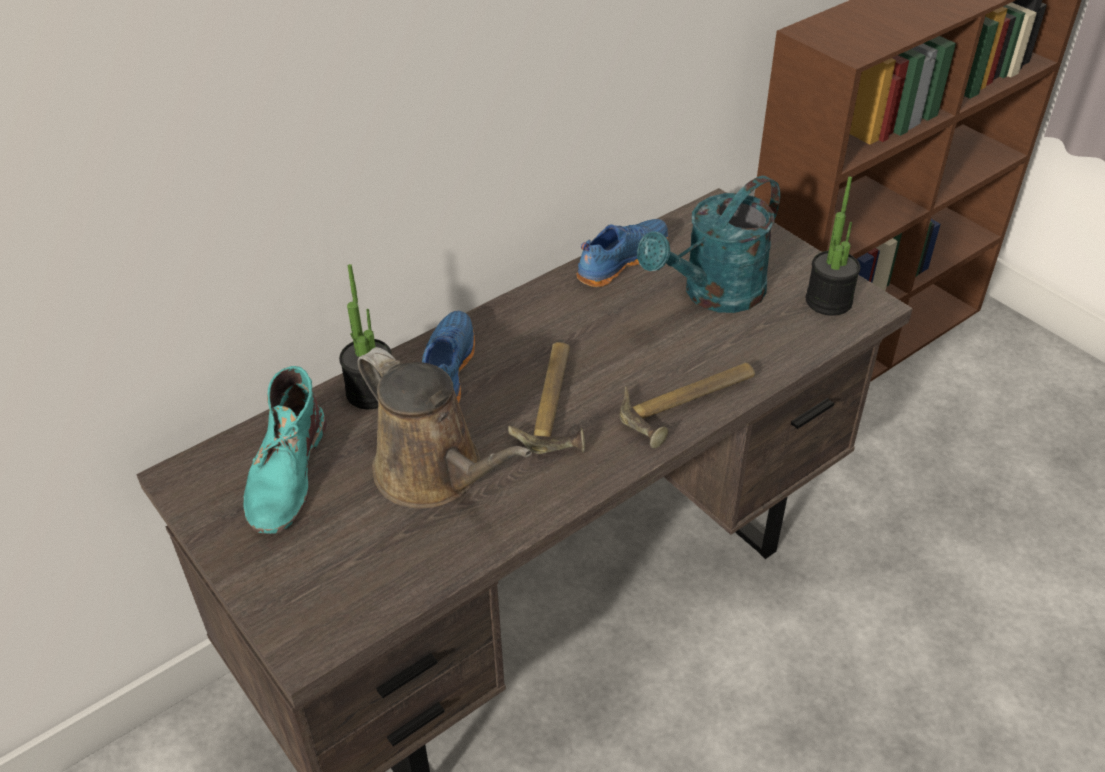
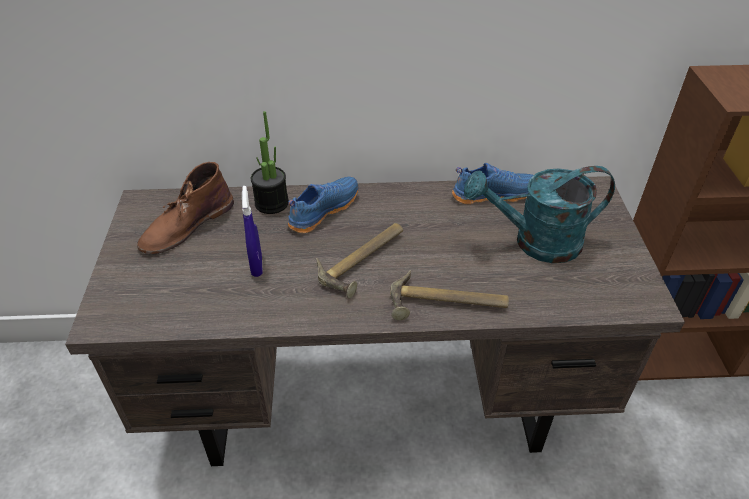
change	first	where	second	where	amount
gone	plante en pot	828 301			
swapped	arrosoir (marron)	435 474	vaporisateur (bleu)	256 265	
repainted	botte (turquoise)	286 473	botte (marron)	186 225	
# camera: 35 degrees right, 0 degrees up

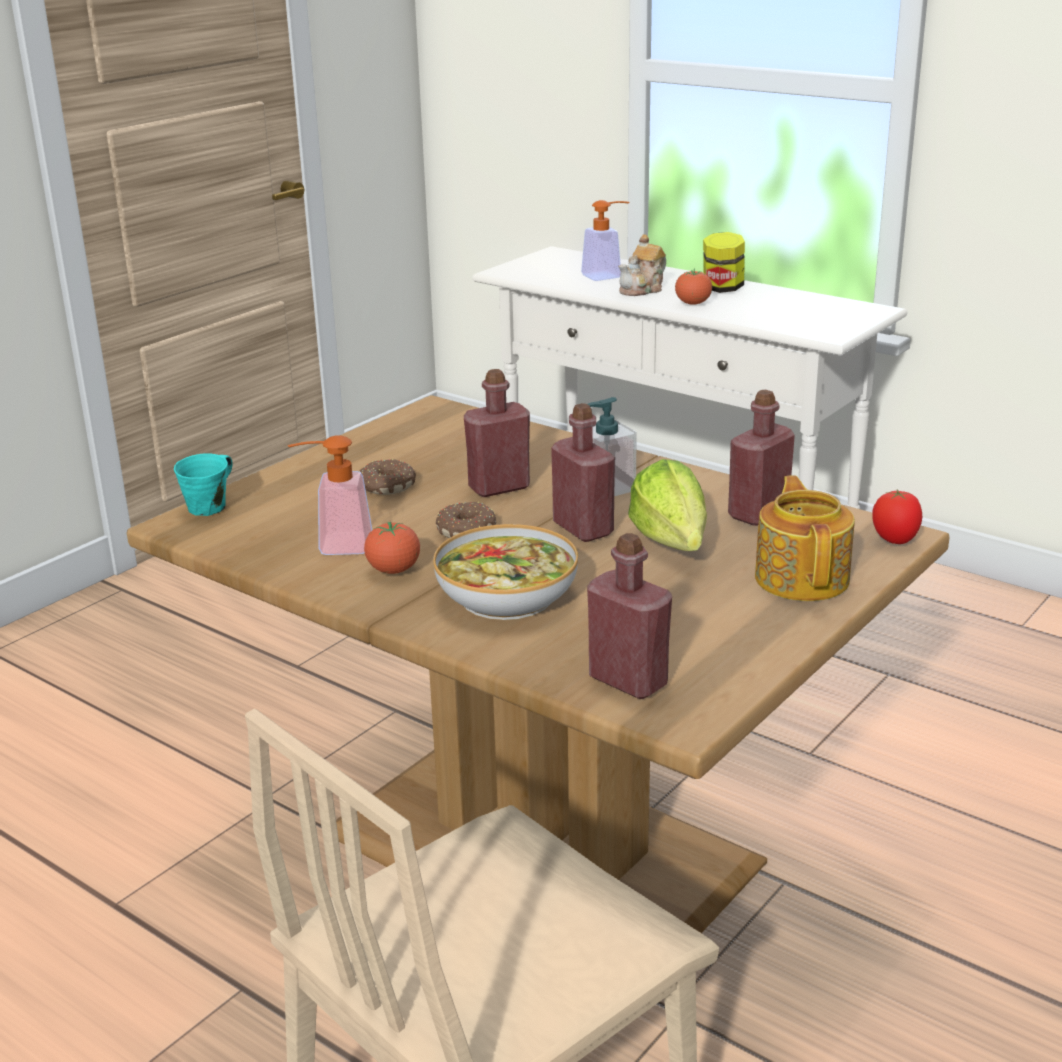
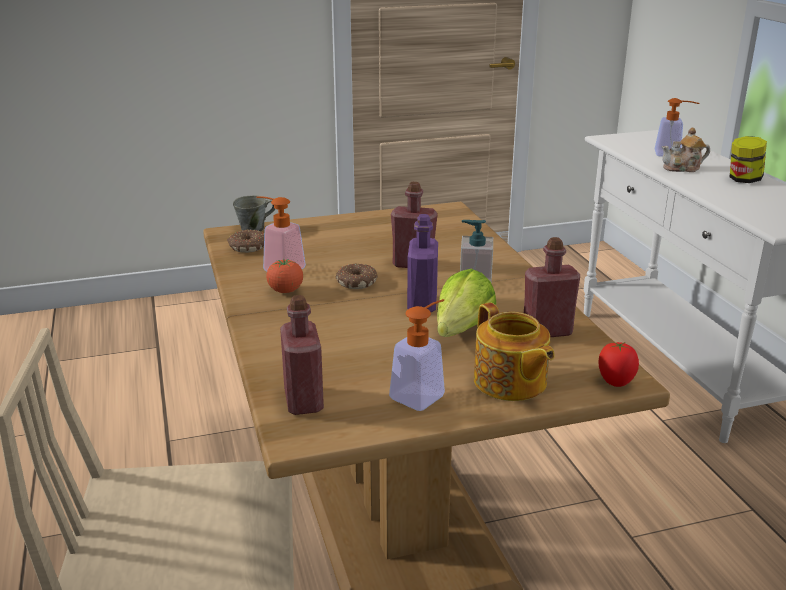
change	first	where	second	where	amount
gone	bol	507 595			
gone	tomate	693 304			
new			distributeur de savon	422 393	
shifted	beignet	386 486		247 247	
repainted	mug (turquoise)	209 507	mug (gris)	254 229	
repainted	bouteille (rouge)	583 529	bouteille (violet)	422 303	
rotated	théière	802 578		510 382	120 degrees clockwise
# camera: 35 degrees right, 0 degrees up

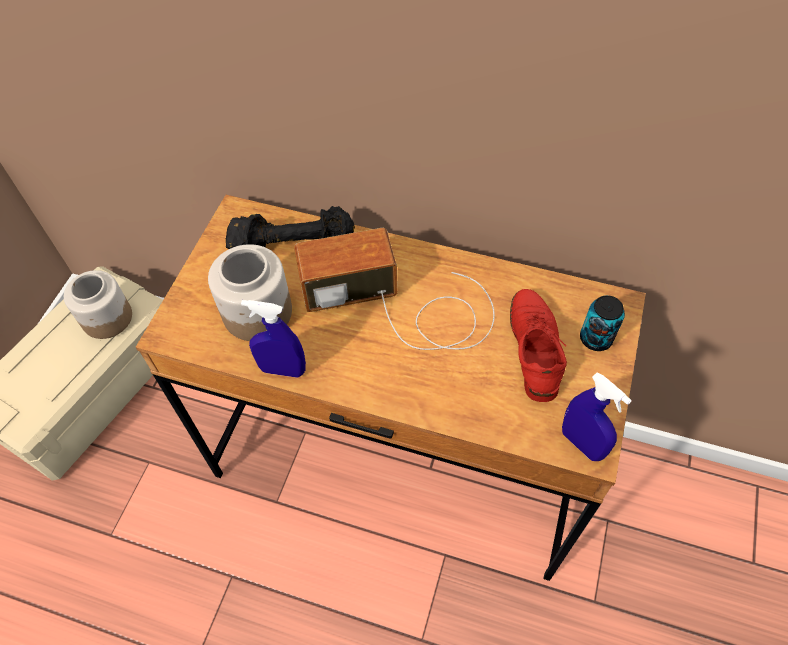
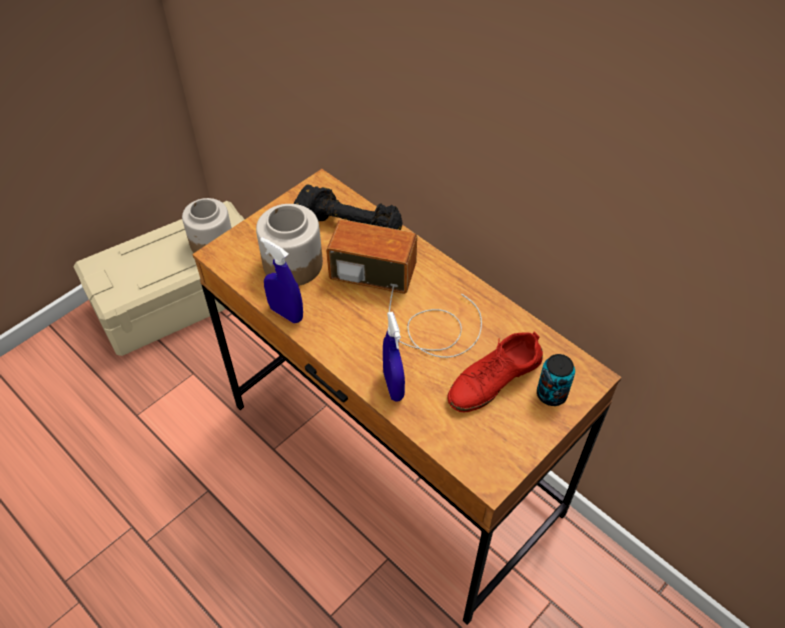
change	first	where	second	where	amount
shifted	vaporisateur (bleu)	581 443		393 386	
rotated	chaussure (rouge)	534 347		494 379	150 degrees counterclockwise
# camera: 25 degrees right, 5 degrees down

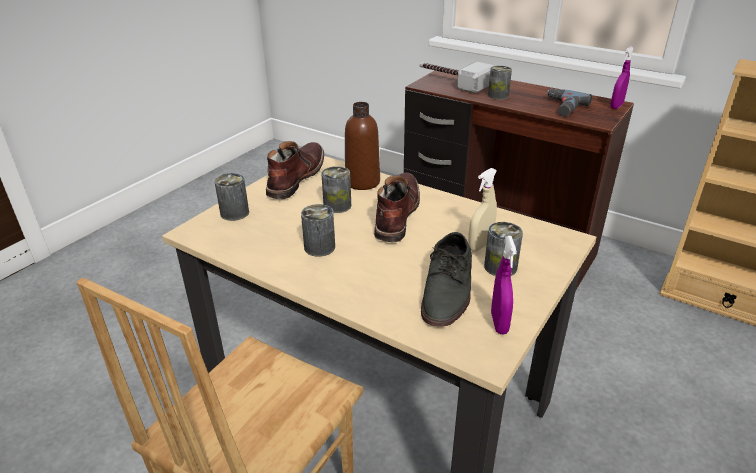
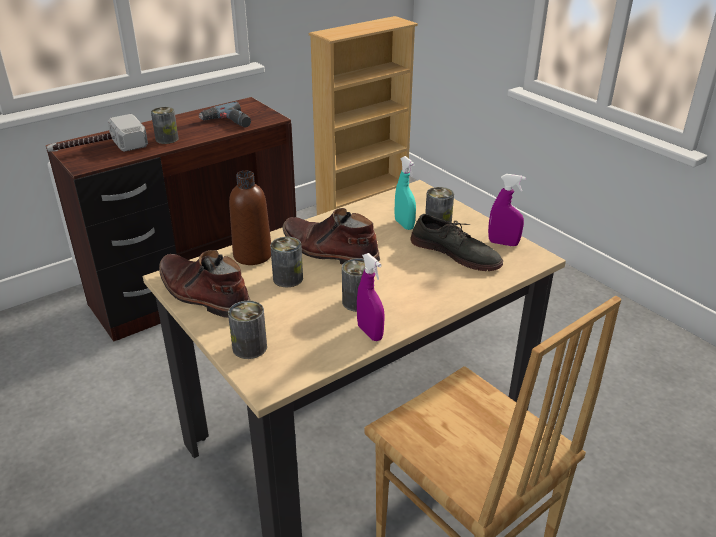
change	first	where	second	where	amount
shifted	vaporisateur (violet)	616 106		370 333	
repainted	vaporisateur (beige)	480 245	vaporisateur (turquoise)	404 224	
# camera: 70 degrees left, 0 degrees up

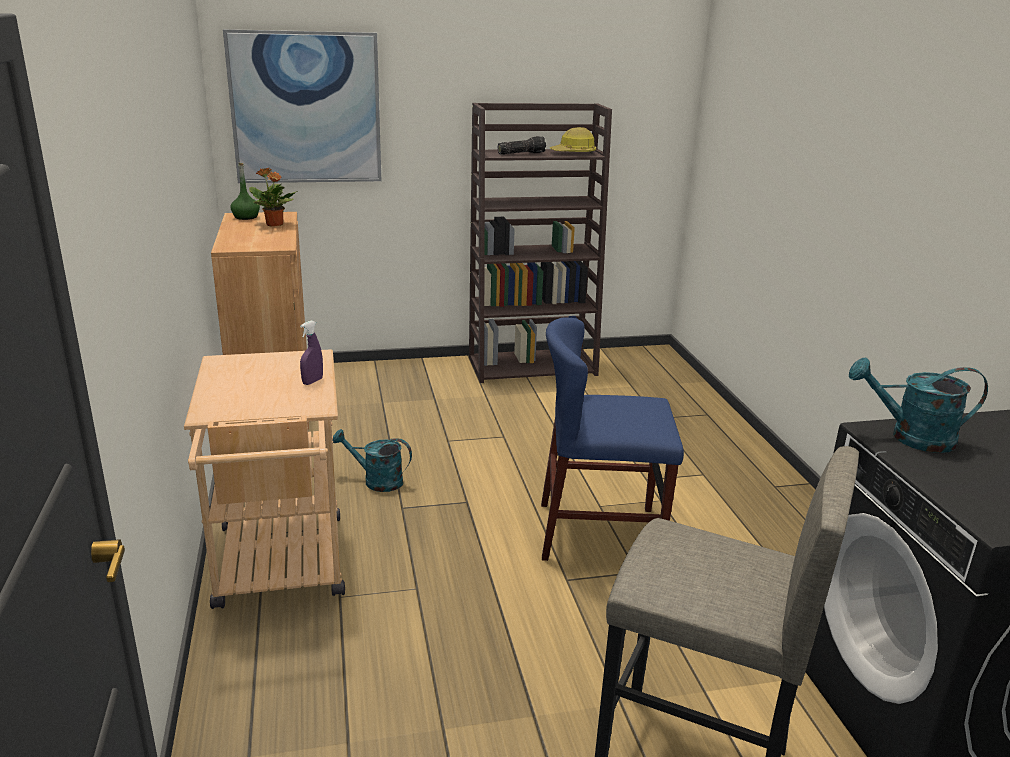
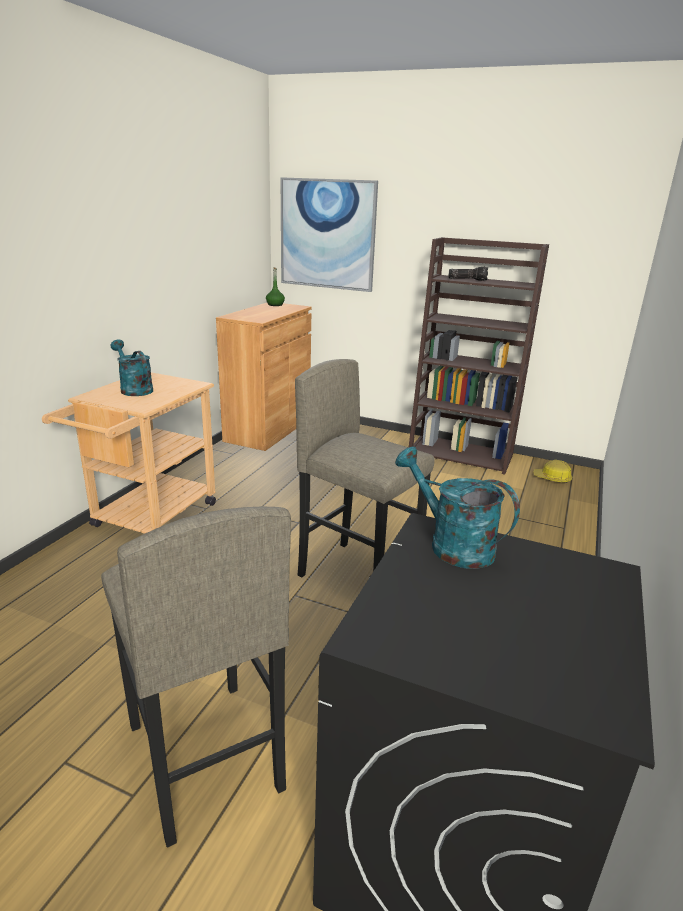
change	first	where	second	where	amount
gone	plante en pot	275 224			
gone	vaporisateur (violet)	312 381			
shifted	arrosoir (turquoise)	376 481		134 389	
shifted	casque de chantier	574 153		552 478	
swapped	chaise (bleu)	599 533	tabouret (gris)	358 575	
# camera: 35 degrees right, 0 degrees up

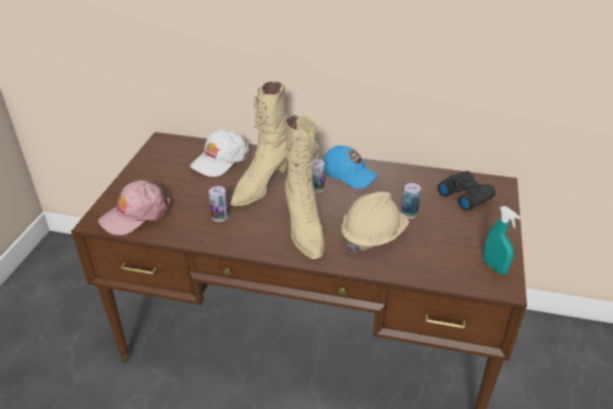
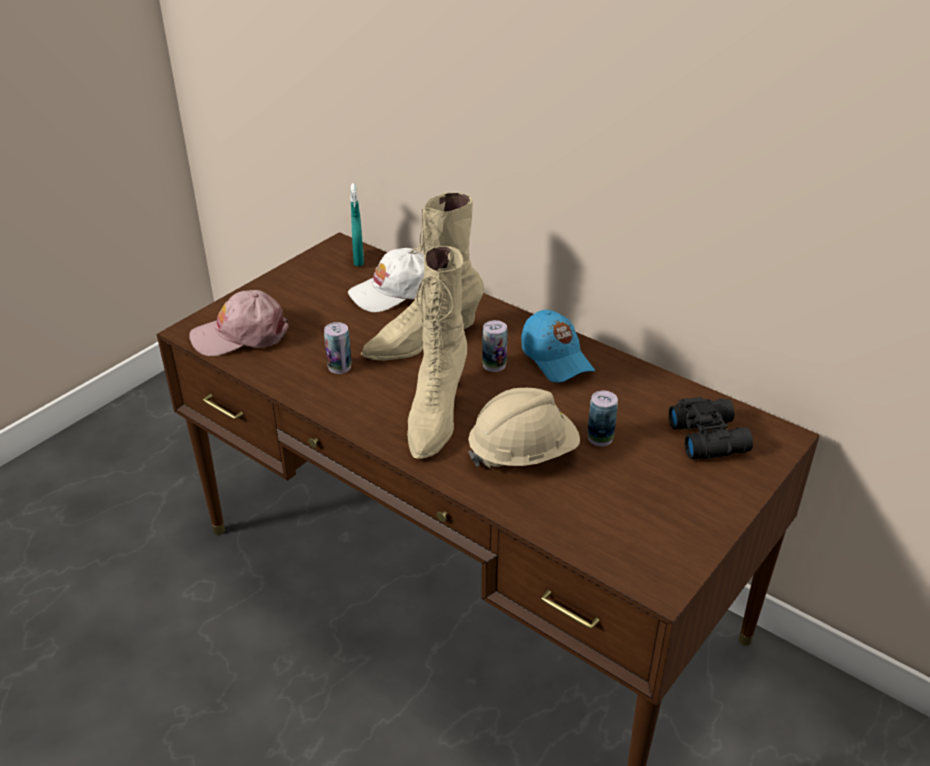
change	first	where	second	where	amount
shifted	vaporisateur (turquoise)	494 267		358 260	
# camera: 25 degrees right, 0 degrees up

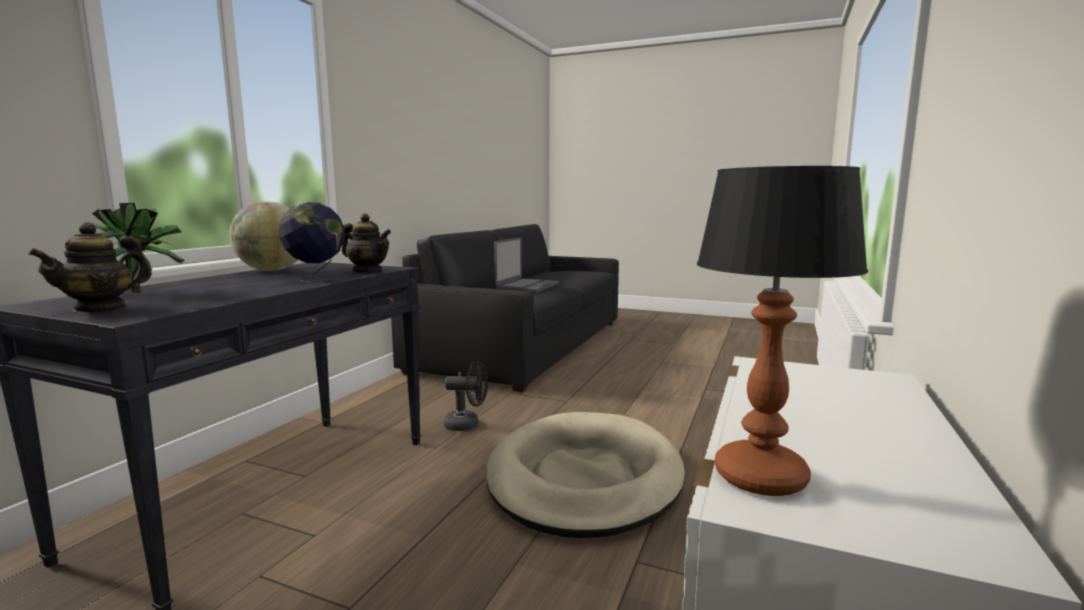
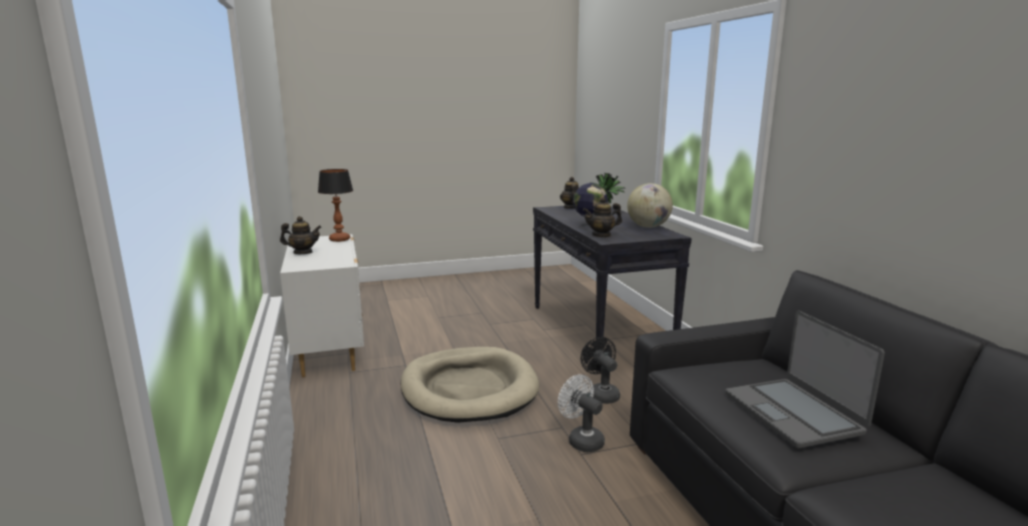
change	first	where	second	where	amount
new			théière	303 253	
new			ventilateur (blanc)	581 440	
rotated	ventilateur (noir)	467 425		601 394	105 degrees clockwise
# camera: 140 degrees right, 5 degrees up

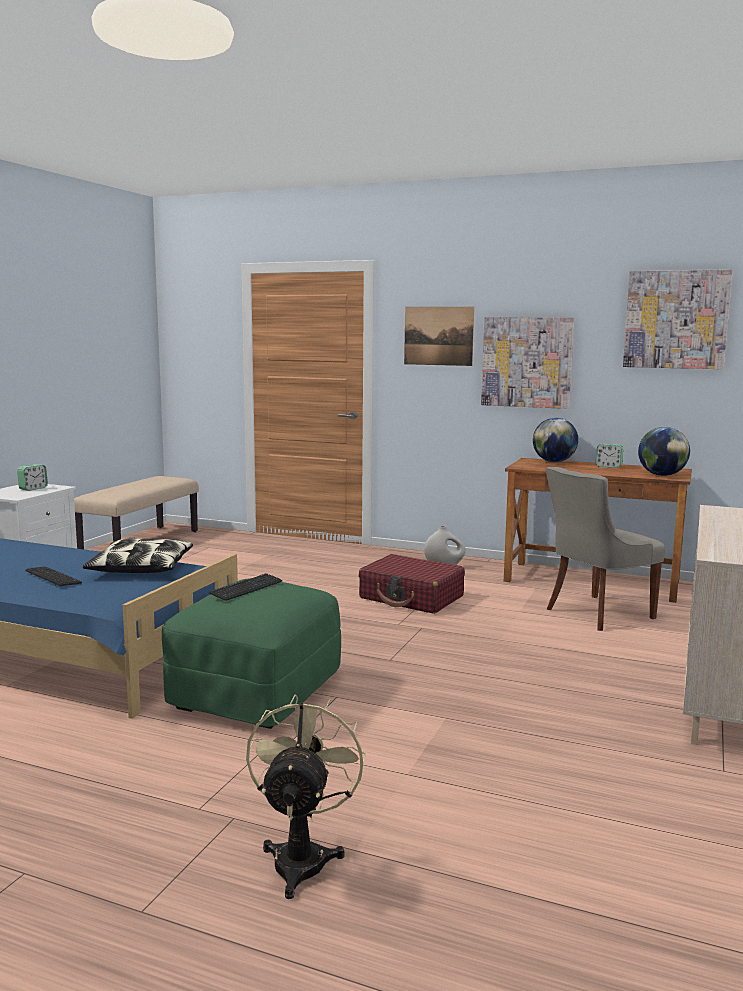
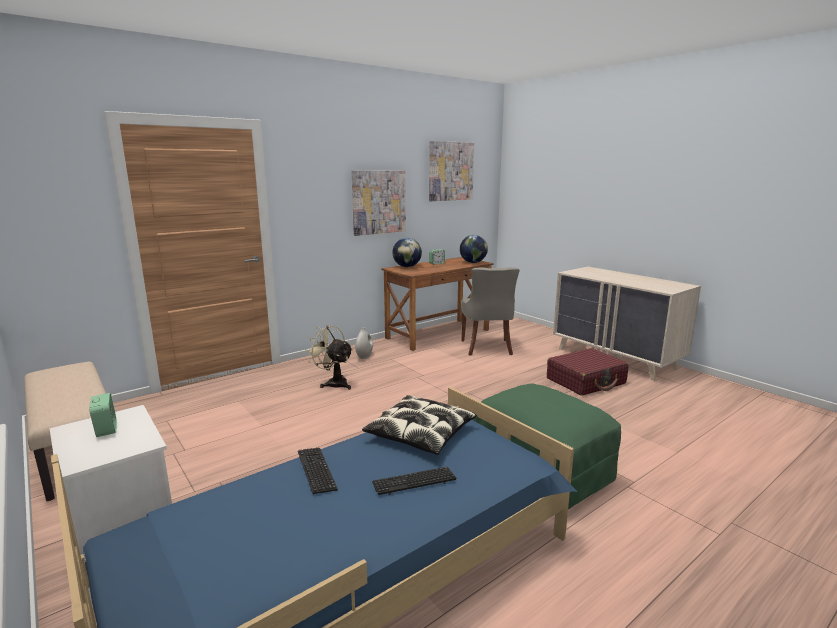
change	first	where	second	where	amount
gone	tableau	438 336			
shifted	clavier	246 589		316 471	
shifted	ventilateur (beige)	302 856		333 383	
shifted	valise (rouge)	411 597		586 381	
# camera: 60 degrees left, 5 degrees up

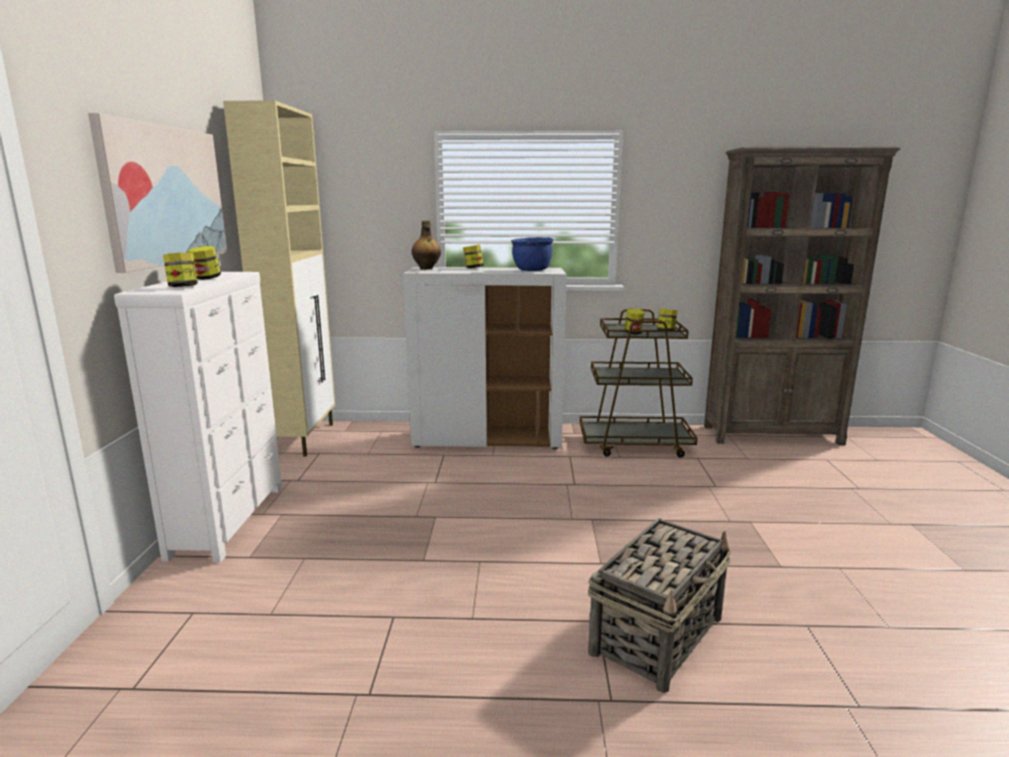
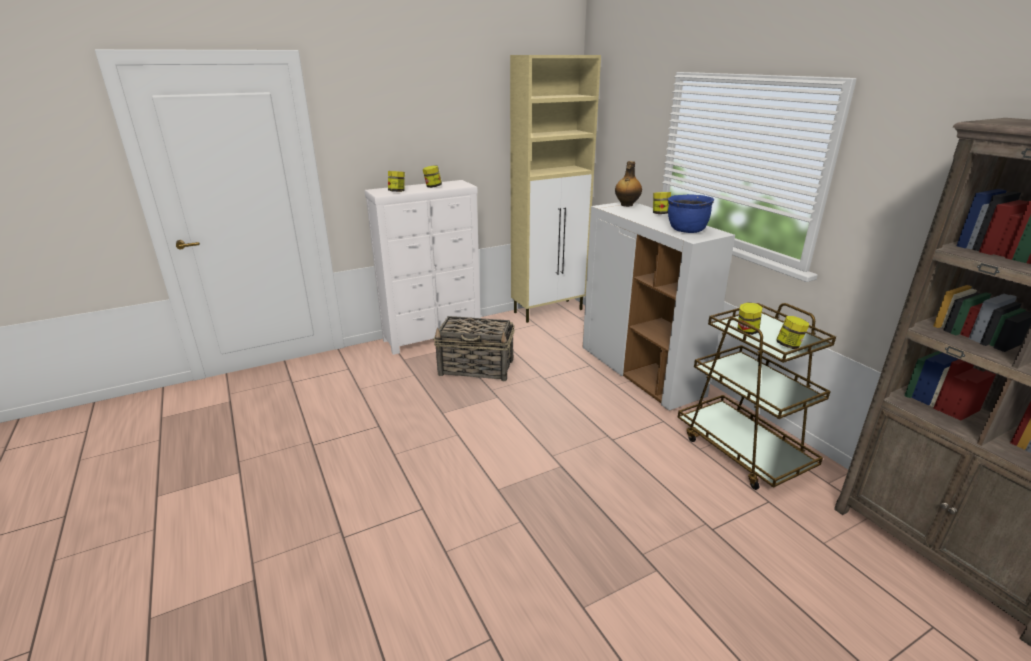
change	first	where	second	where	amount
gone	tableau	164 195			
shifted	panier	658 634		477 368	
# camera: 60 degrees right, 10 degrees up

